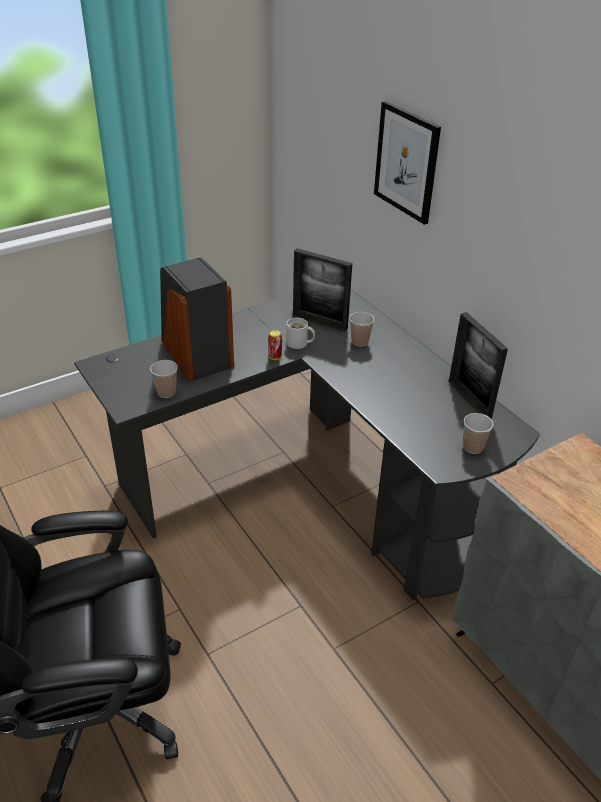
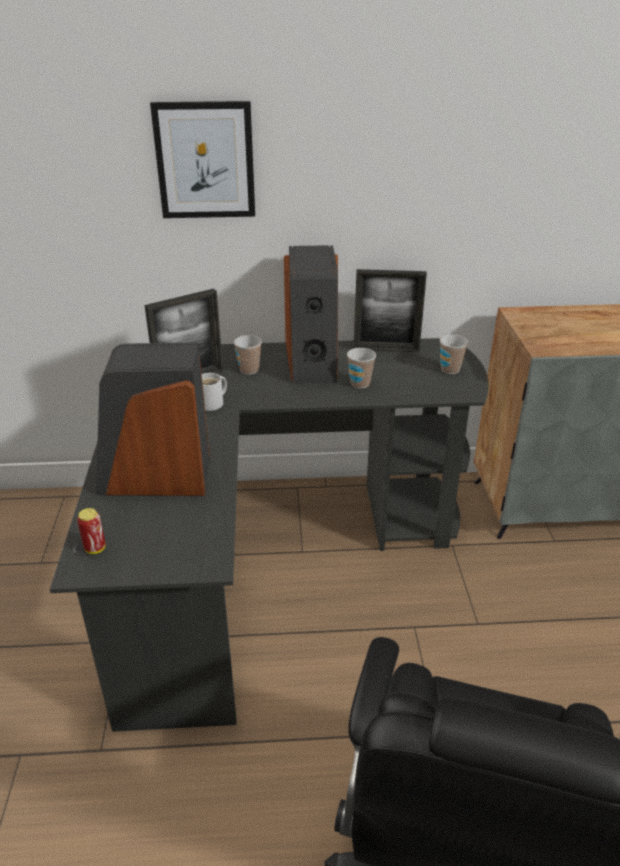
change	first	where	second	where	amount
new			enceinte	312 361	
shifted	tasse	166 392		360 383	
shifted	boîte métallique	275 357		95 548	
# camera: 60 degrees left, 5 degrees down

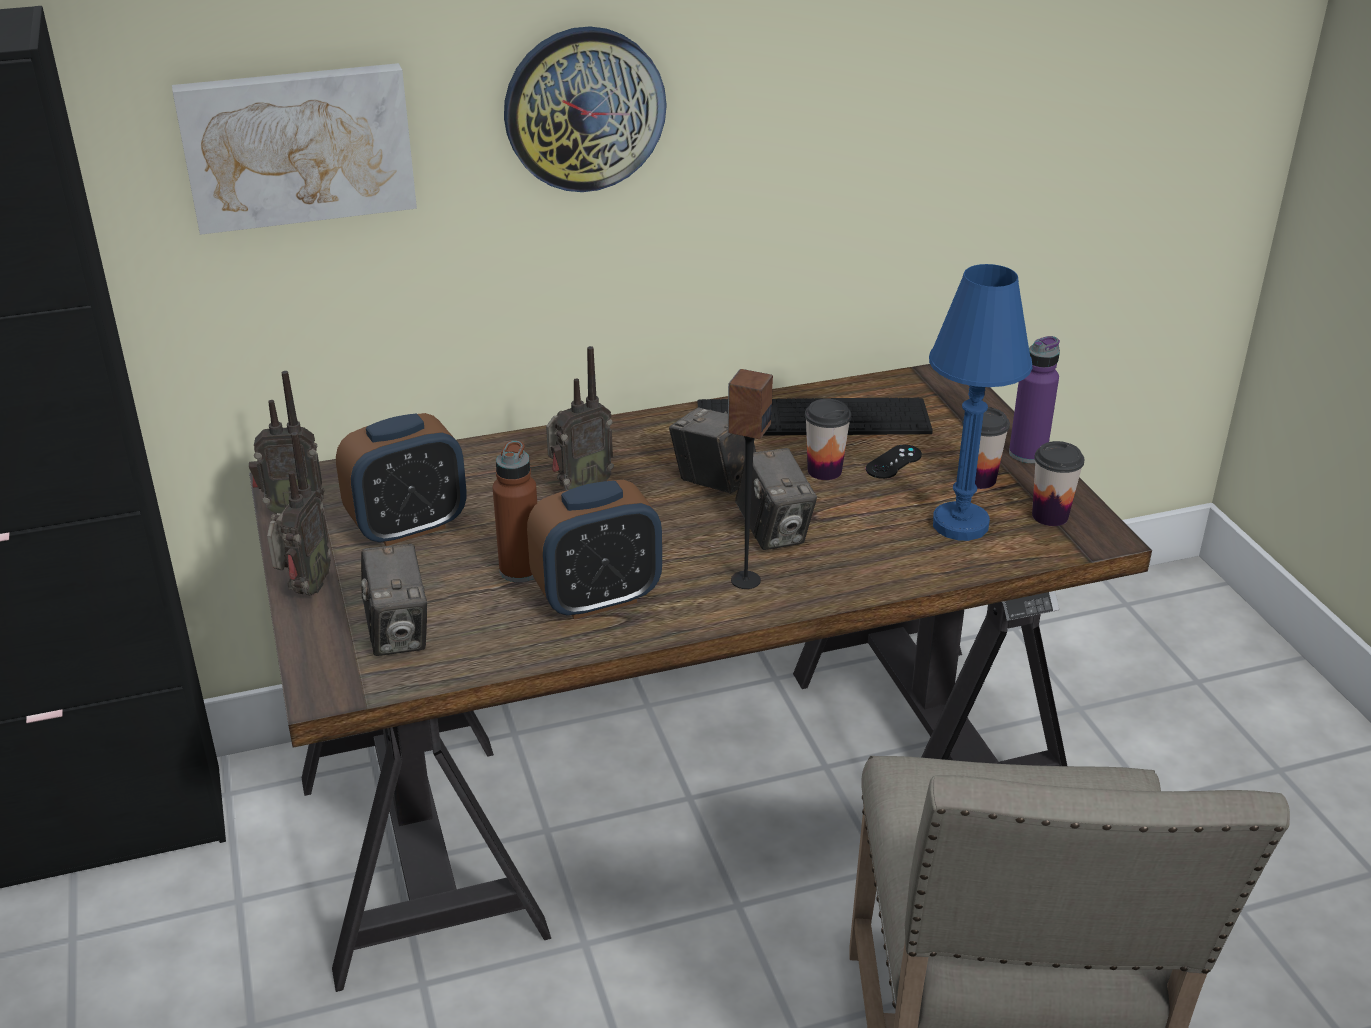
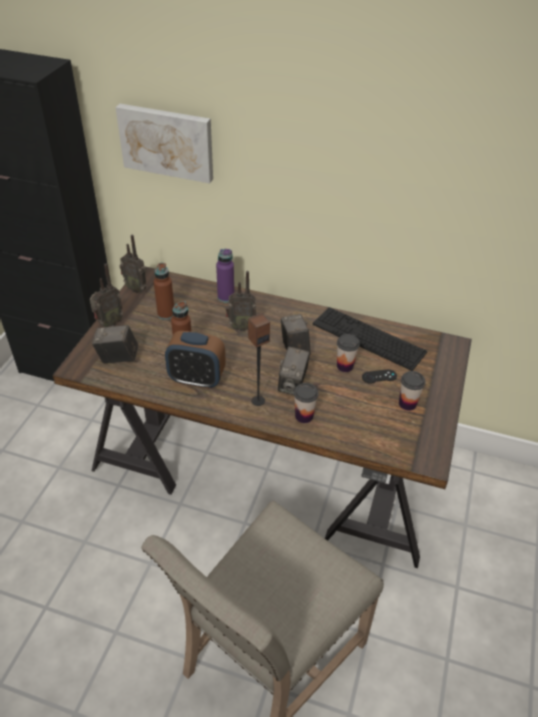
change	first	where	second	where	amount
gone	horloge murale	584 109			
gone	lampe de table (bleu)	960 524			
shifted	bouteille (violet)	1027 453		226 297	
shifted	tasse	1050 516		304 416	
swapped	réveil	408 527	bouteille (marron)	166 314	
rotated	appareil photo	398 634		118 358	75 degrees clockwise
# camera: 35 degrees right, 10 degrees up

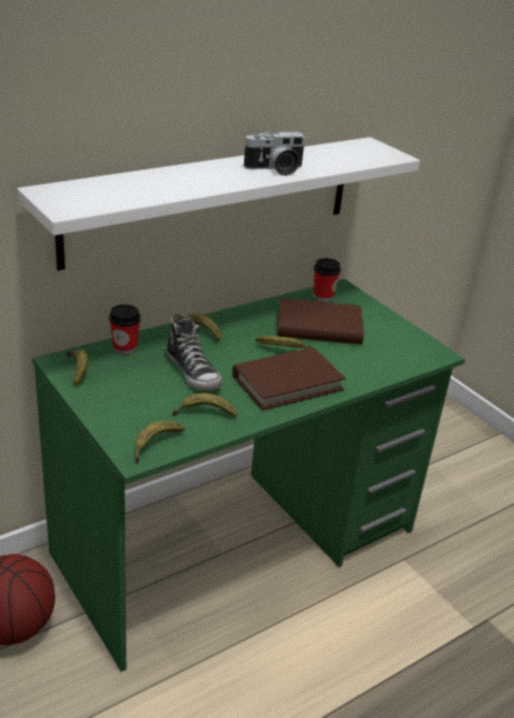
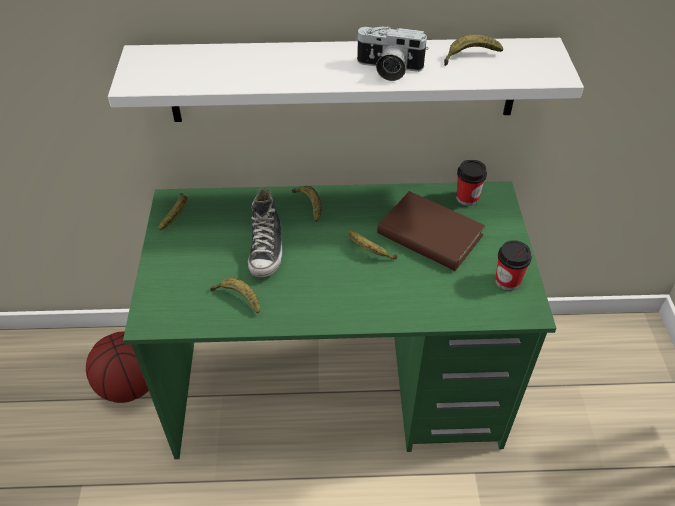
change	first	where	second	where	amount
gone	livre (marron)	287 383			
shifted	tasse	125 348		507 281	
shifted	banane	155 445		469 56	
# camera: 35 degrees right, 15 degrees up

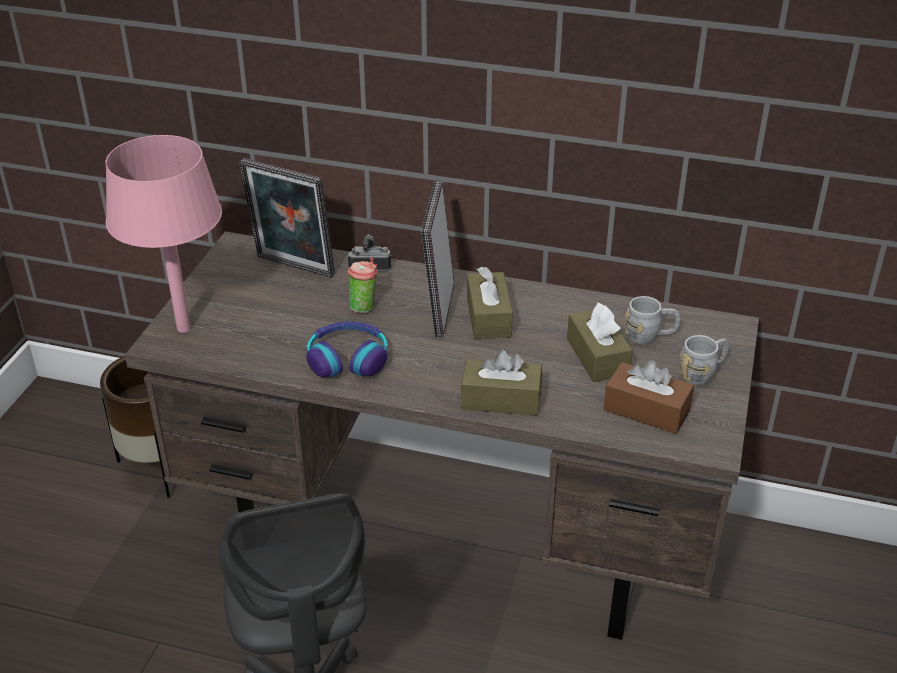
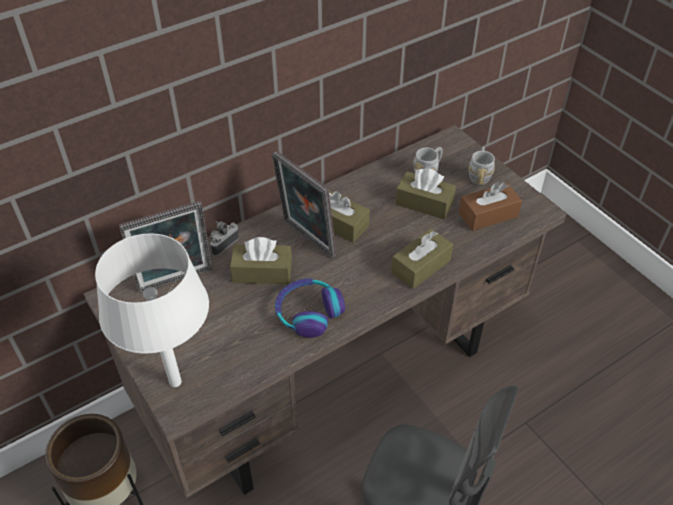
change	first	where	second	where	amount
swapped	tasse	364 306	boîte à mouchoirs (marron)	262 272	
repainted	lampe de table (rose)	183 328	lampe de table (blanc)	175 382	
# camera: 50 degrees left, 10 degrees up

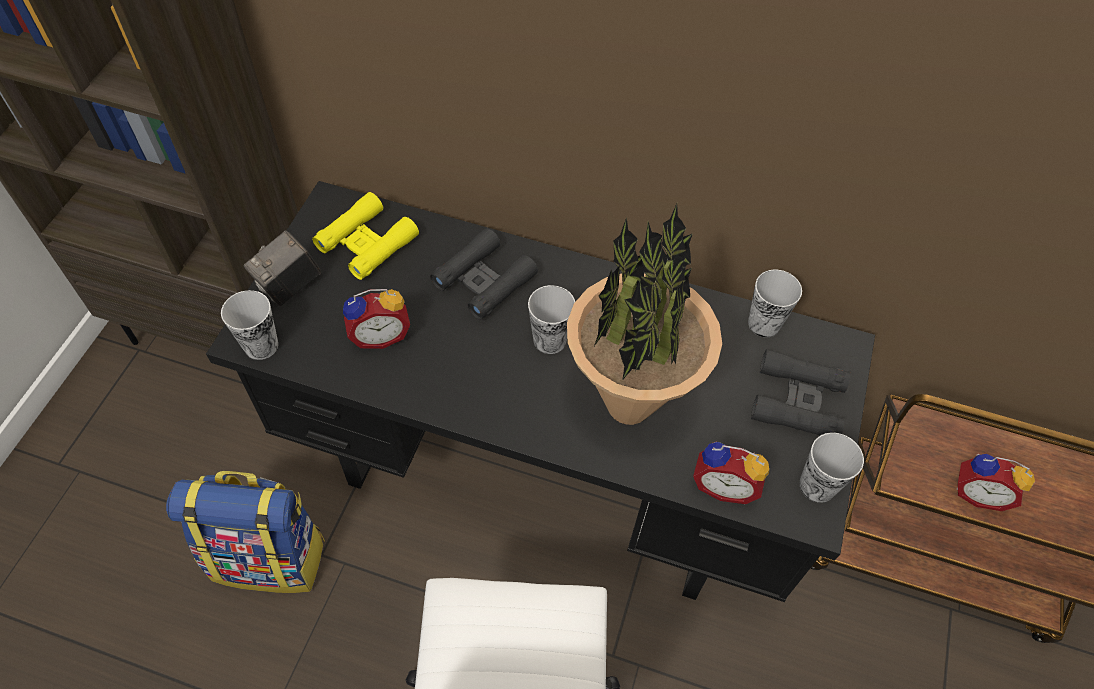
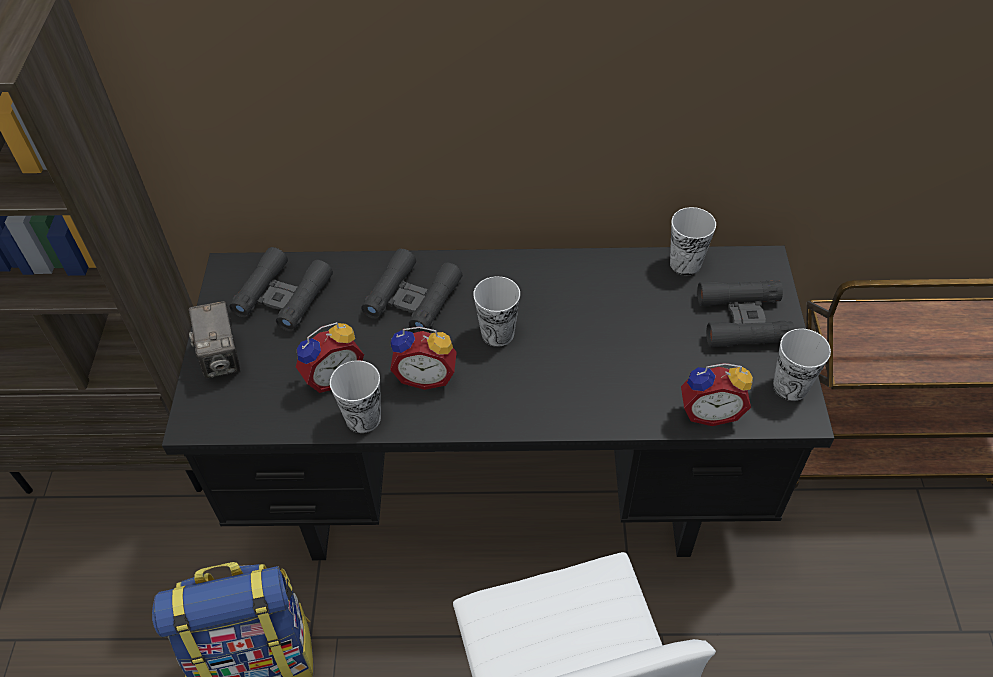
change	first	where	second	where	amount
gone	plante en pot	629 406			
shifted	tasse	261 345		363 418	
shifted	réveil	978 492		426 375	
repainted	jumelles (jaune)	367 243	jumelles (noir)	283 296	
rotated	appareil photo	289 286		222 358	45 degrees counterclockwise
# camera: 15 degrees left, 5 degrees down

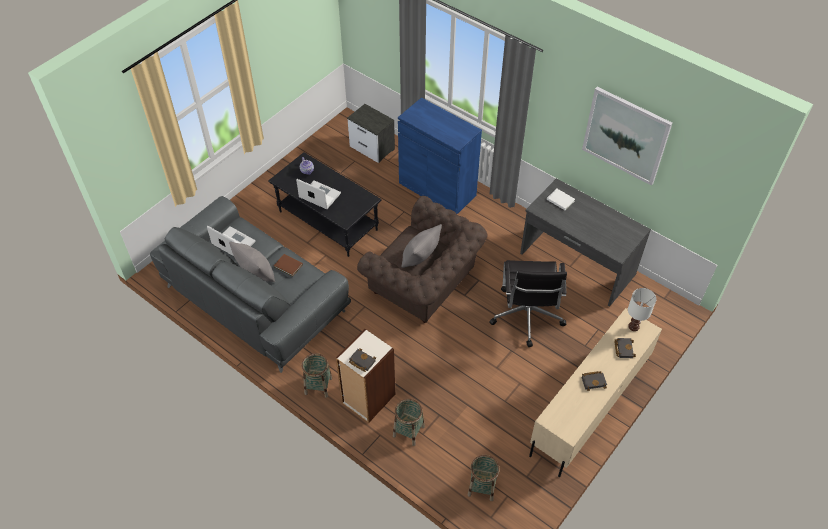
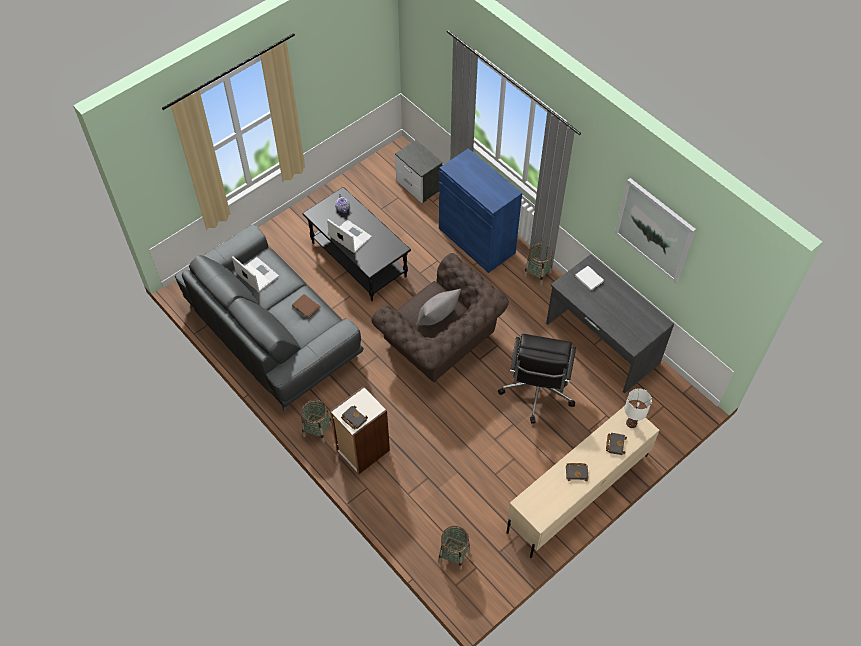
change	first	where	second	where	amount
gone	coussin (gris)	256 273			
shifted	panier	408 431		537 274	
# camera: 10 degrees right, 5 degrees up

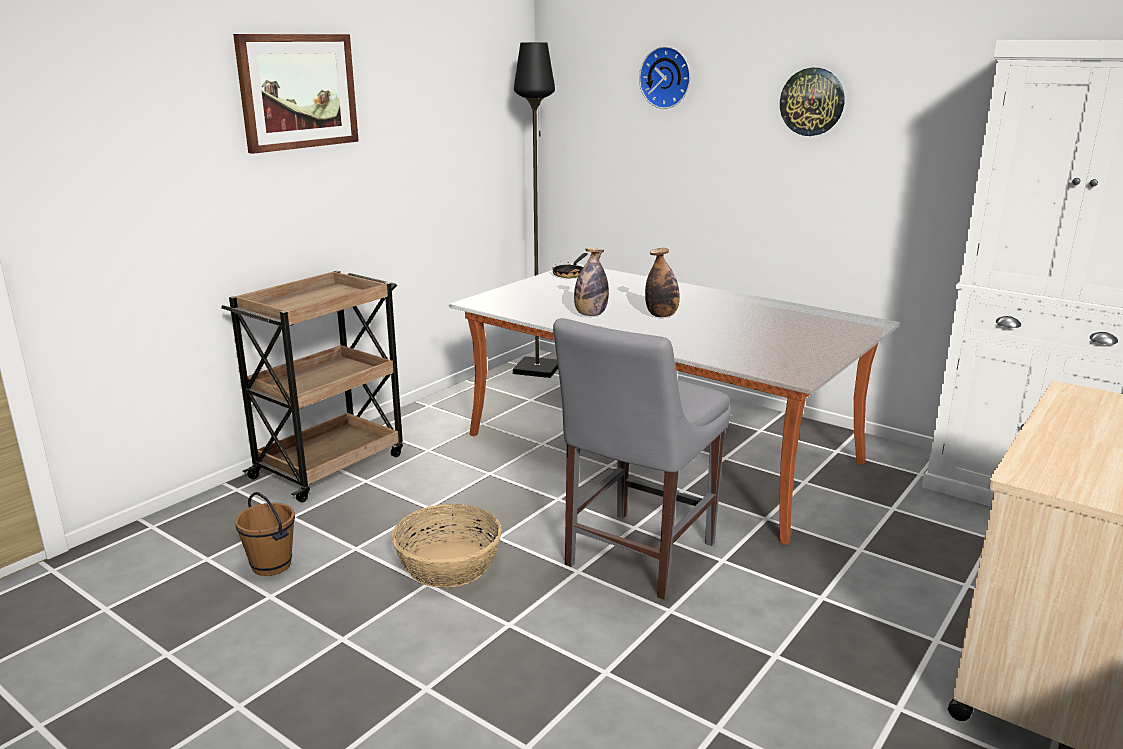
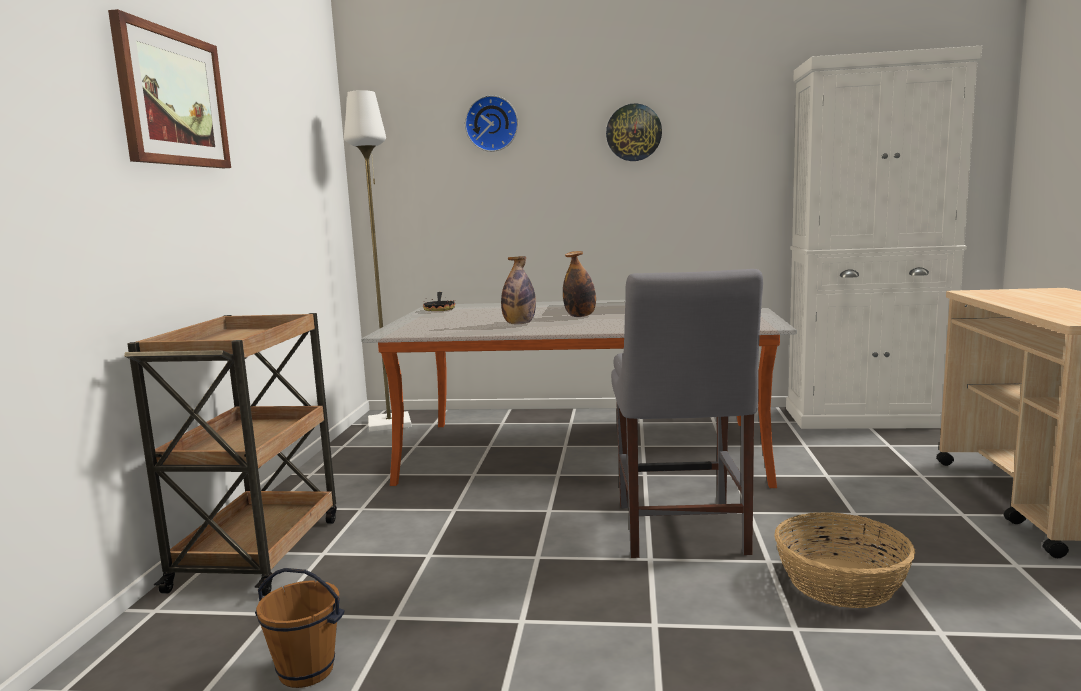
change	first	where	second	where	amount
shifted	panier	449 564		840 582	
repainted	lampadaire (noir)	538 369	lampadaire (blanc)	390 423	
# camera: 30 degrees left, 10 degrees down

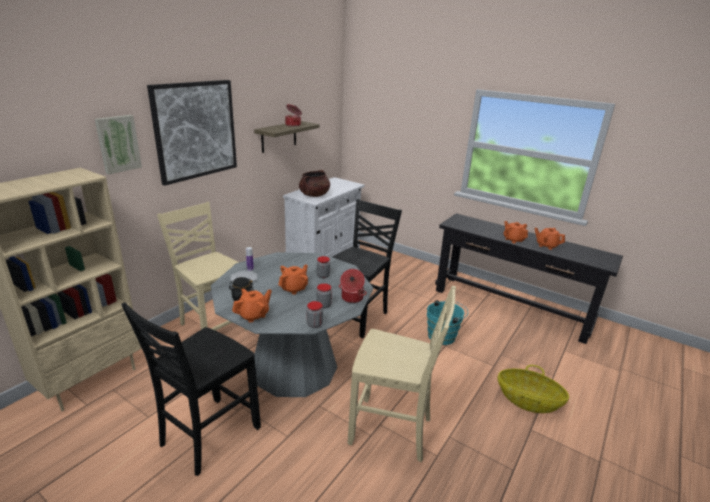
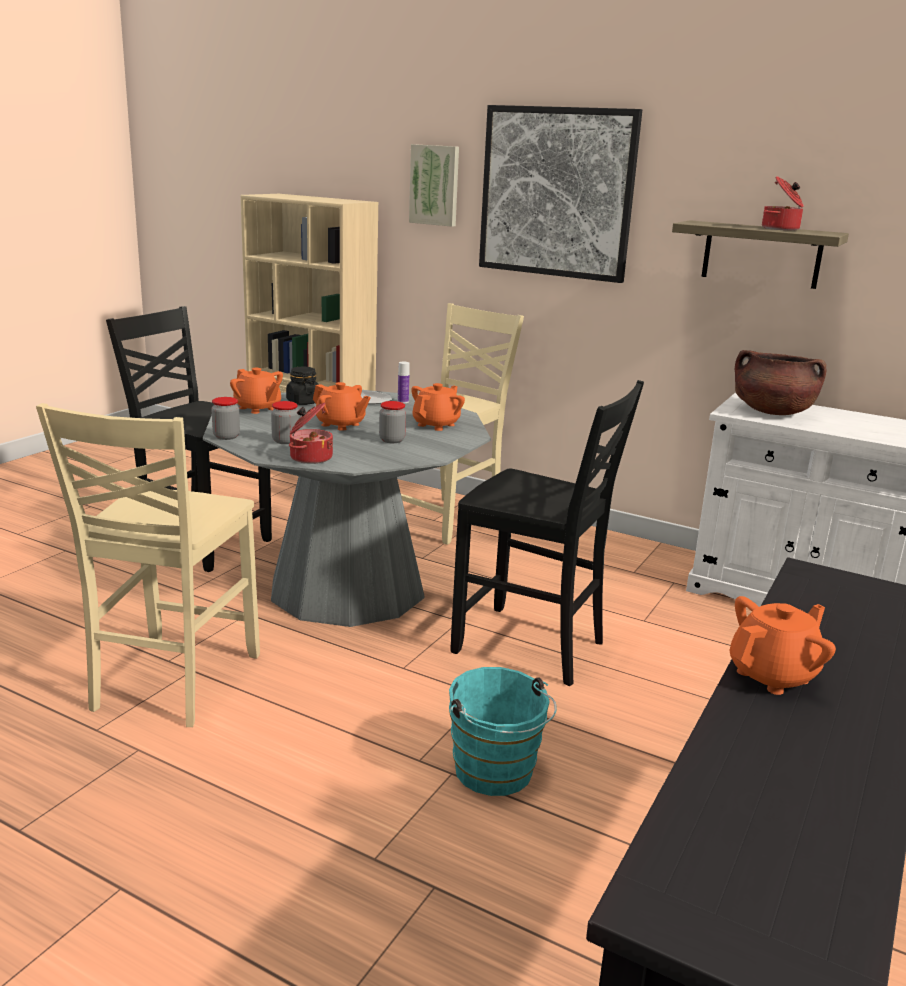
change	first	where	second	where	amount
gone	panier	528 401			
shifted	théière (orange)	546 246		436 425	
# camera: 85 degrees right, 5 degrees down

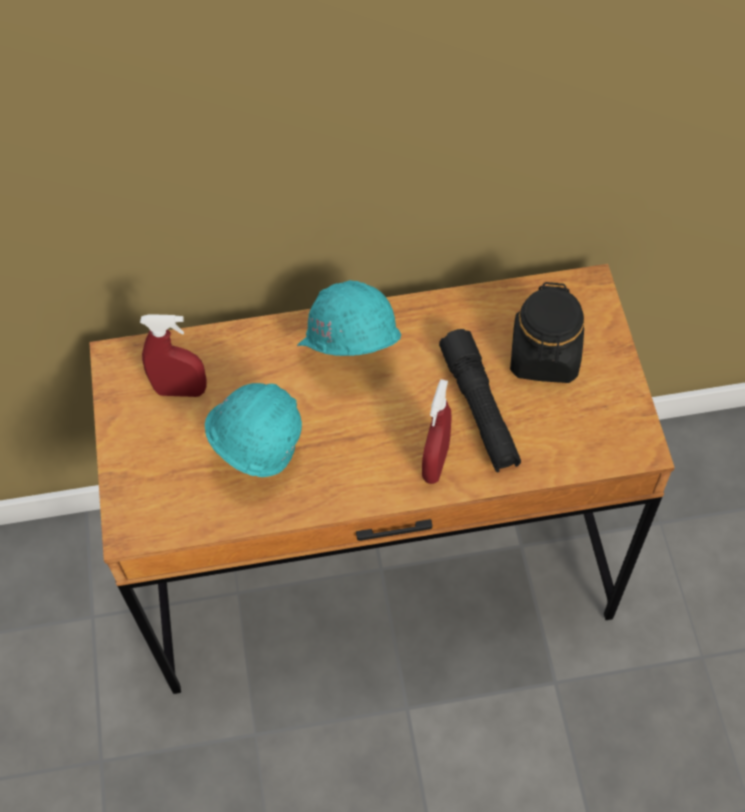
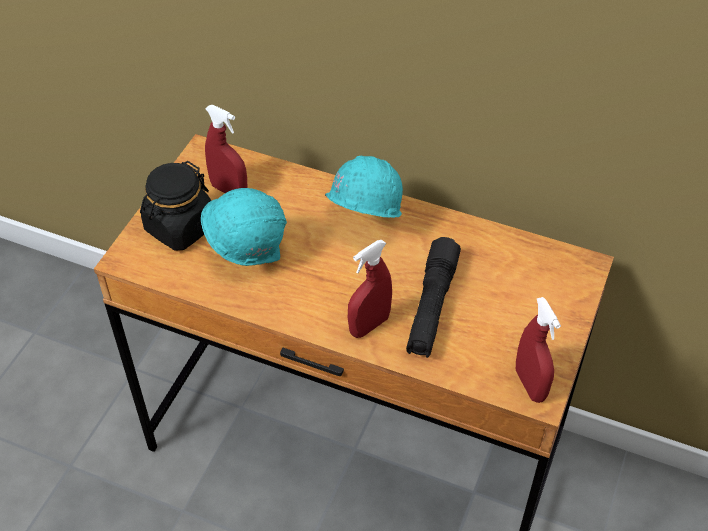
change	first	where	second	where	amount
new			vaporisateur (rouge)	530 385	
shifted	bocal (noir)	544 356		180 228	
# camera: 30 degrees right, 10 degrees down

